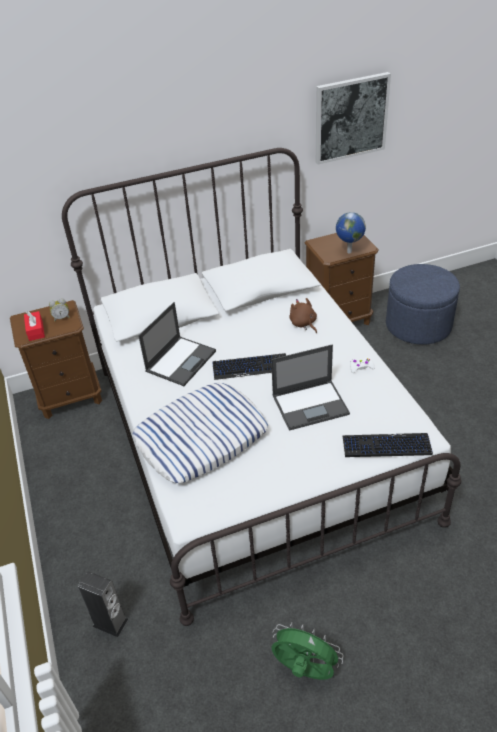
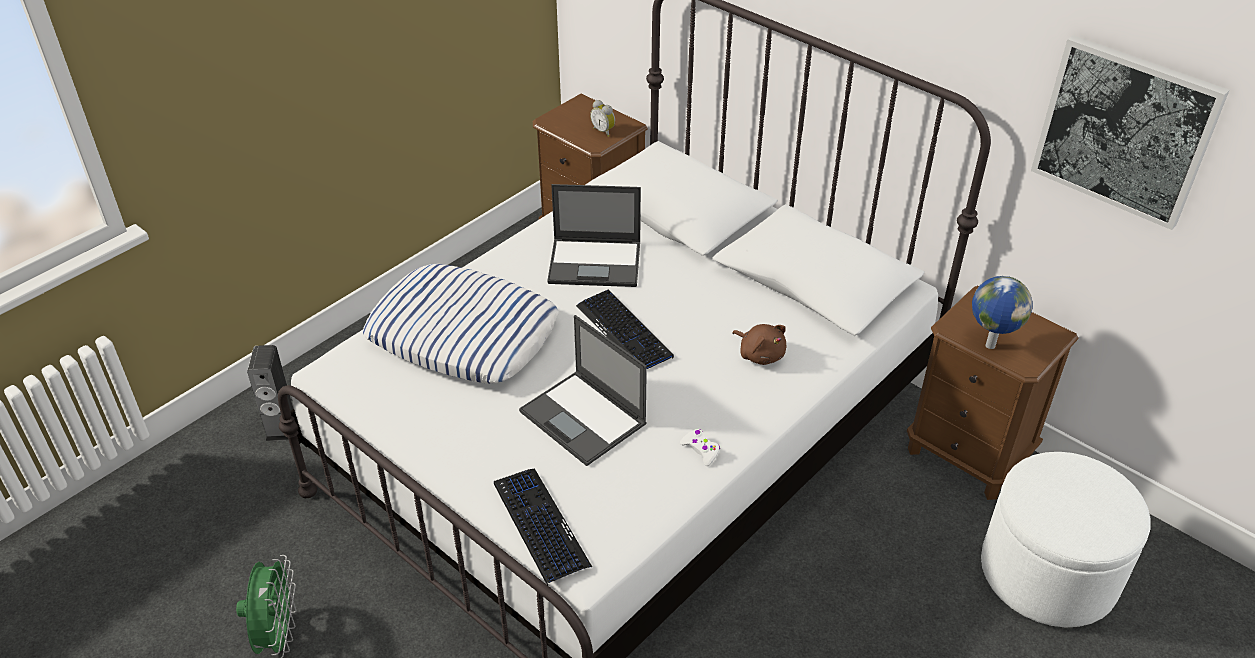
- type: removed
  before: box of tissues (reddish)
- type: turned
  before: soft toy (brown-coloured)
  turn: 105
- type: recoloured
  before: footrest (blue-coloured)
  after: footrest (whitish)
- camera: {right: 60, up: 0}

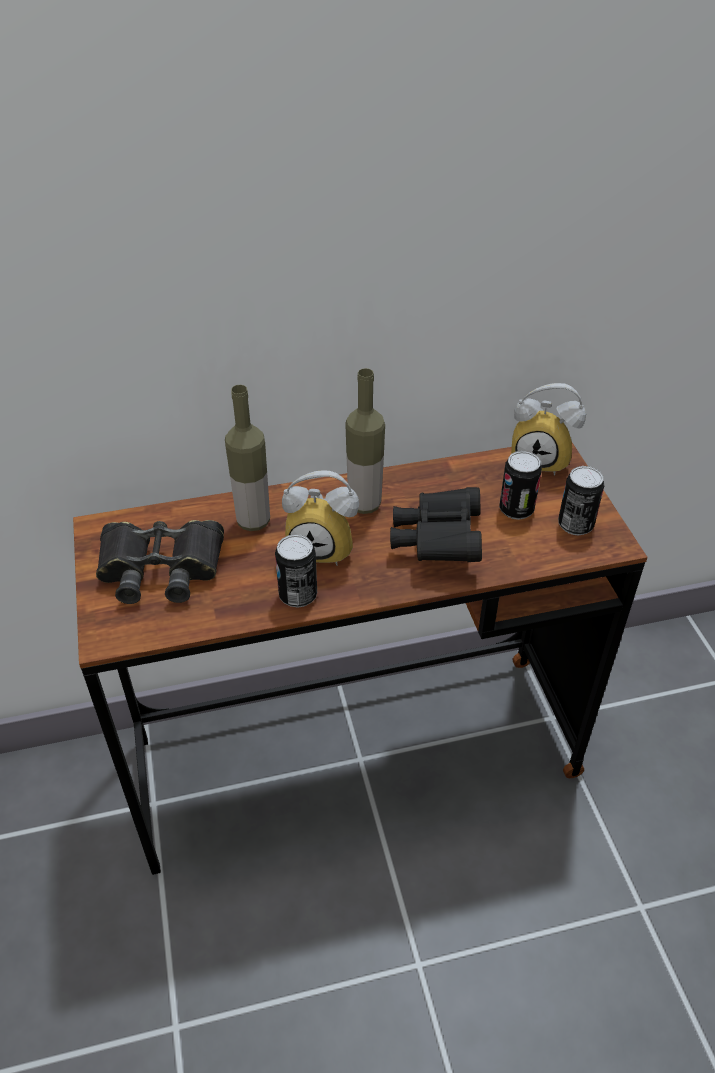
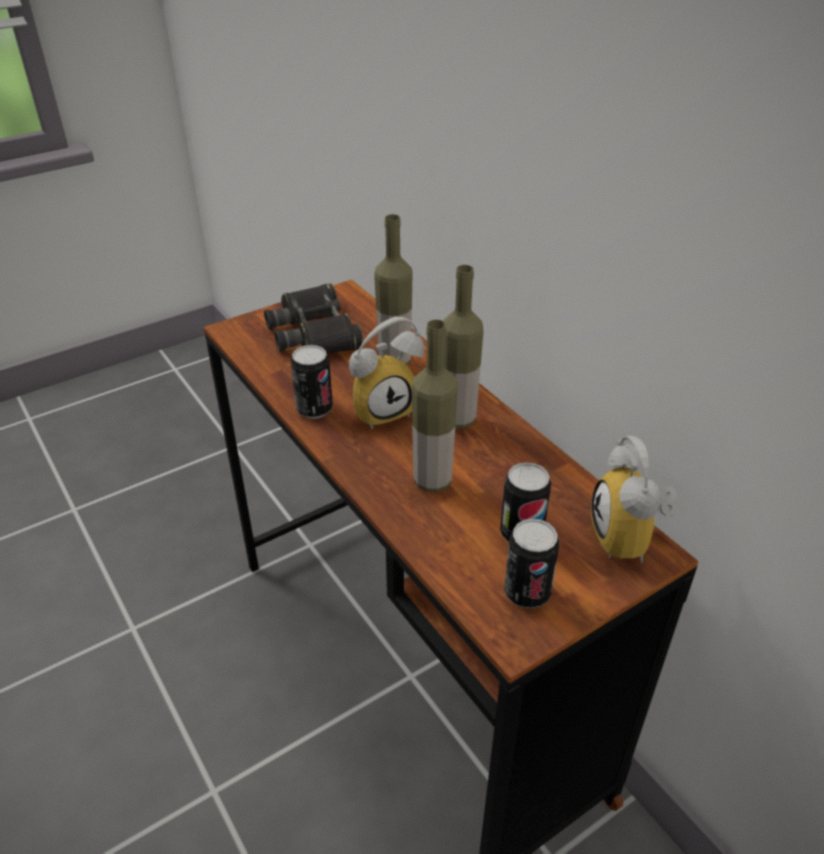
- type: turned
  before: bedside clock (1st from left)
  turn: -105
- type: replaced
  before: binoculars (black-coloured) (2nd from left)
  after: beverage bottle (2nd from left)
- camera: {right: 70, up: -5}

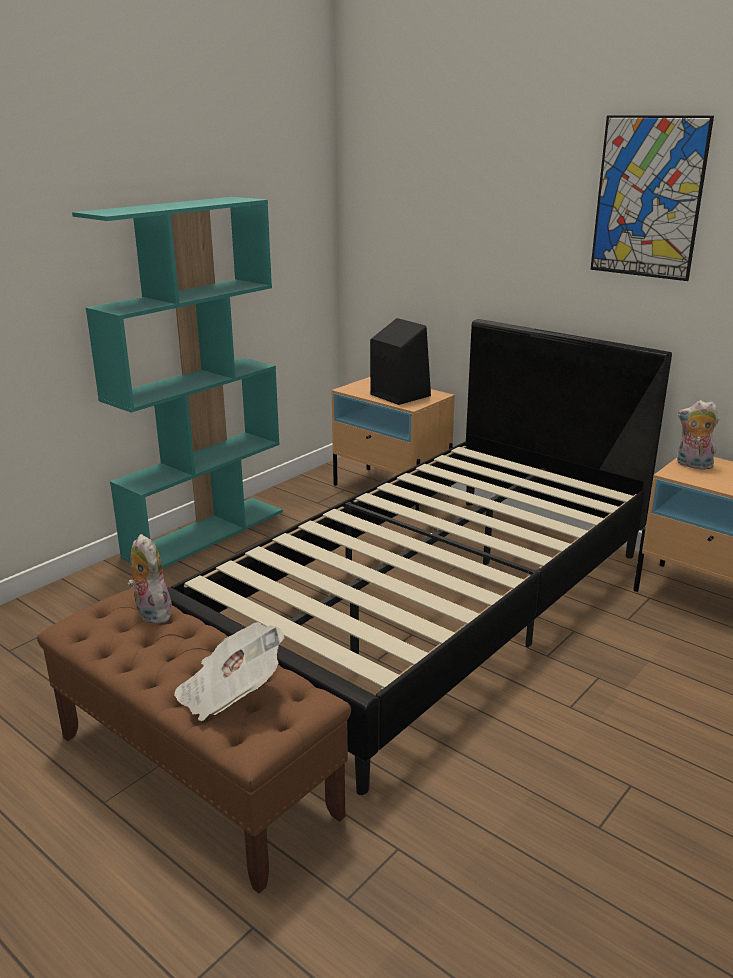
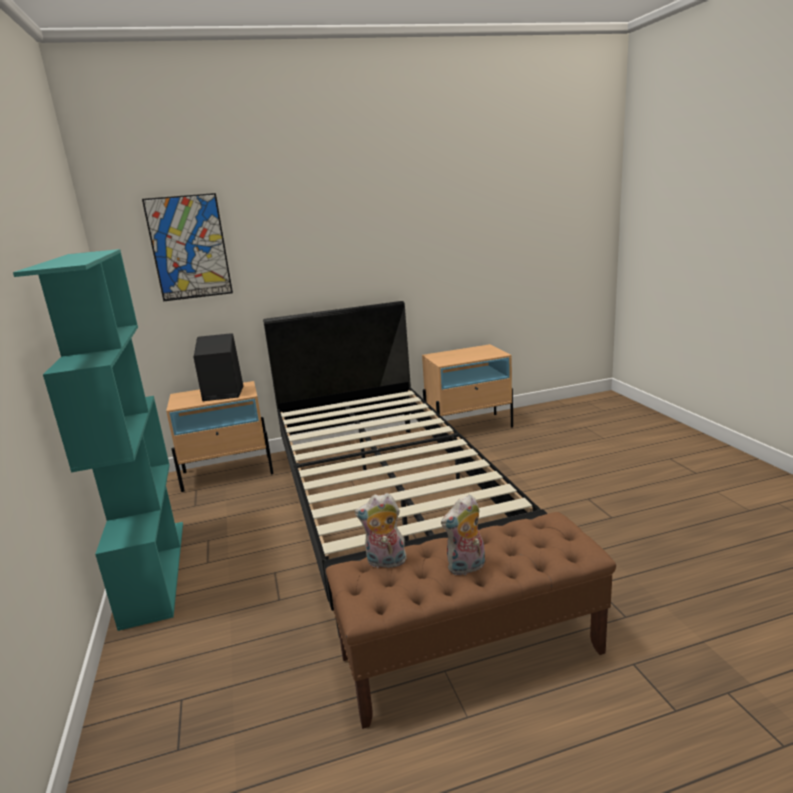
- type: removed
  before: daily paper
- type: moved
  before: picture
- type: moved
  before: soft toy (2nd from left)
- camera: {right: -55, up: -5}

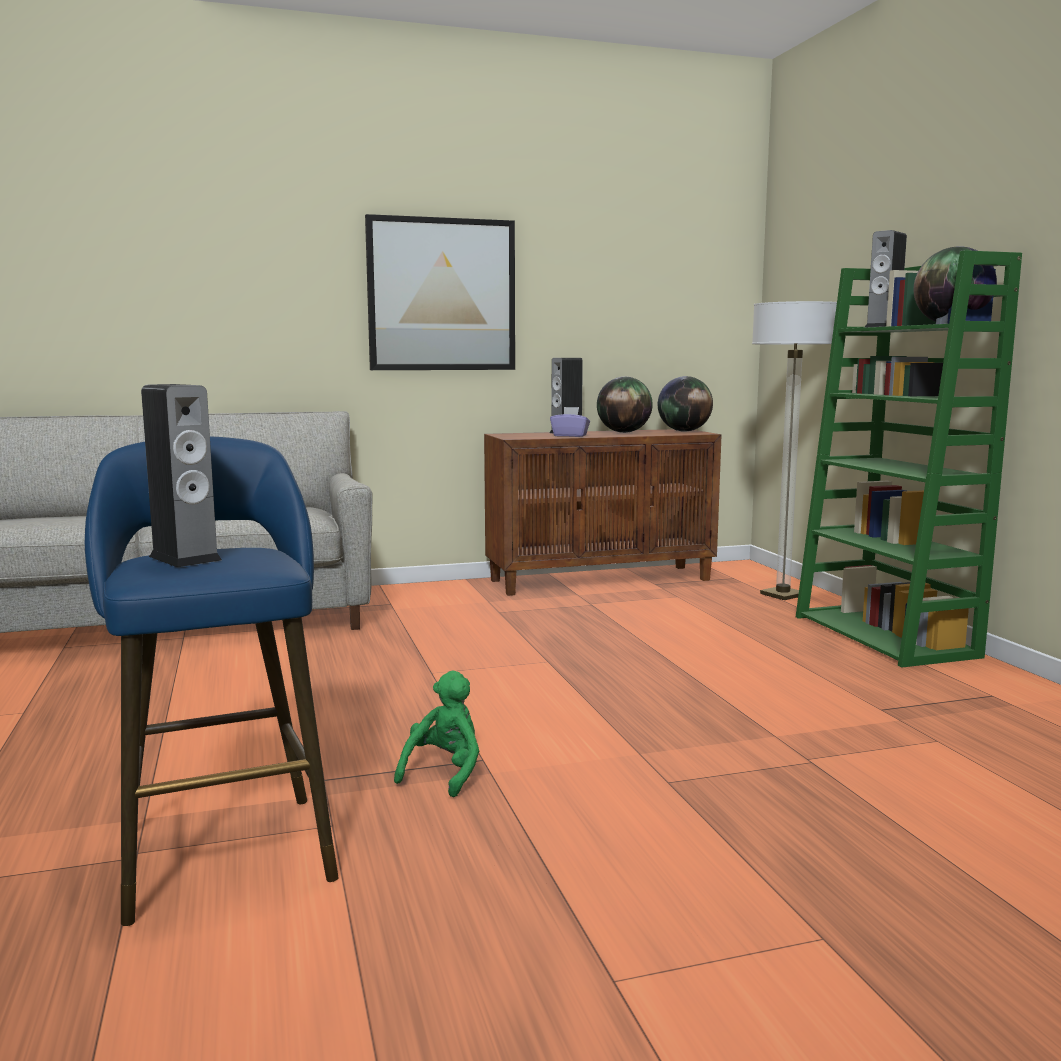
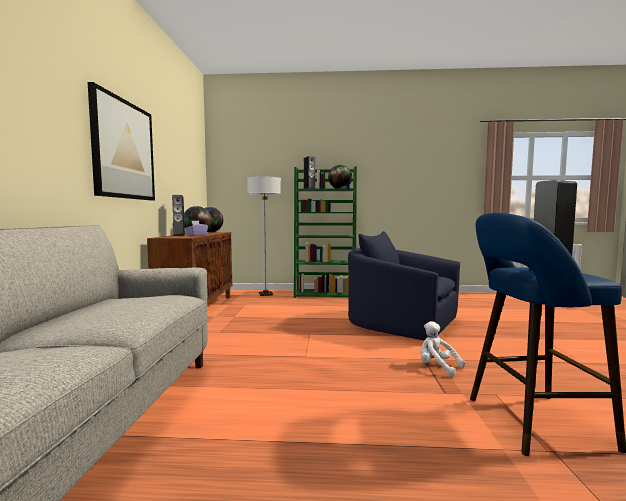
- type: recoloured
  before: soft toy (greenish)
  after: soft toy (whitish)
- type: added
  after: easy chair (blue-coloured)
- camera: {right: -70, up: -5}

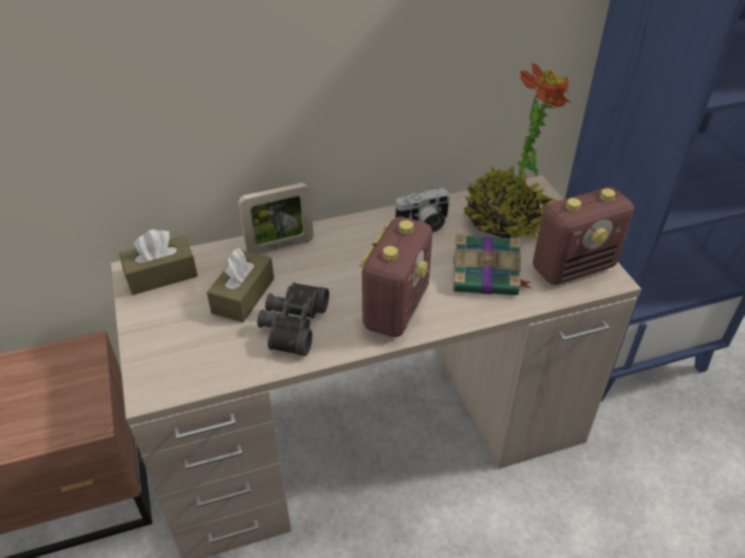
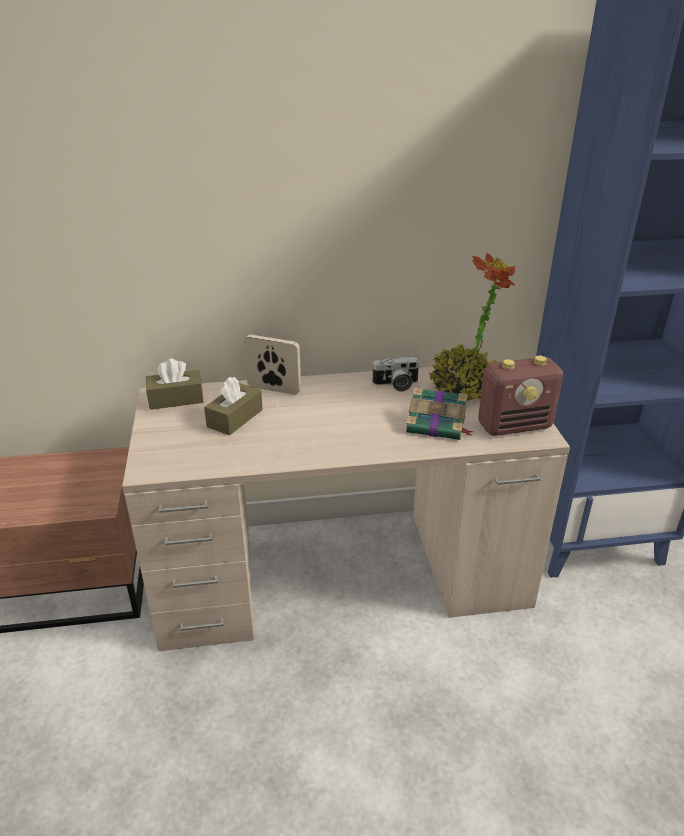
- type: turned
  before: picture frame
  turn: -150
- type: removed
  before: binoculars (black-coloured)
- type: removed
  before: radio (1st from left)
- camera: {right: 10, up: -10}

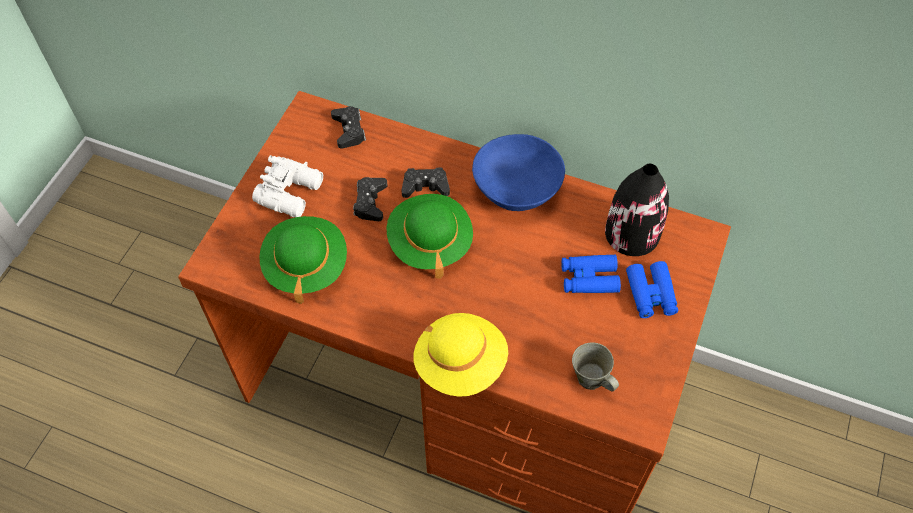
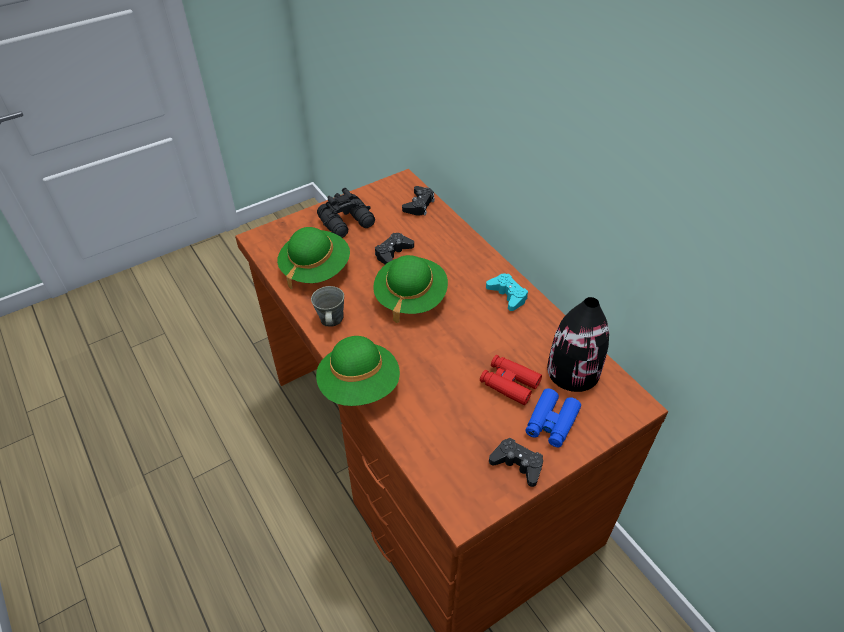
- type: recoloured
  before: binoculars (whitish)
  after: binoculars (black-coloured)
- type: moved
  before: game controller (black-coloured) (3rd from left)
- type: recoloured
  before: clothing hat (yellow-coloured)
  after: clothing hat (greenish) (2nd from left)
- type: replaced
  before: deep dish (blue-coloured)
  after: game controller (blue-green)
- type: recoloured
  before: binoculars (blue-coloured) (1st from left)
  after: binoculars (reddish)
- type: moved
  before: mug (gray)
- camera: {right: 35, up: -10}

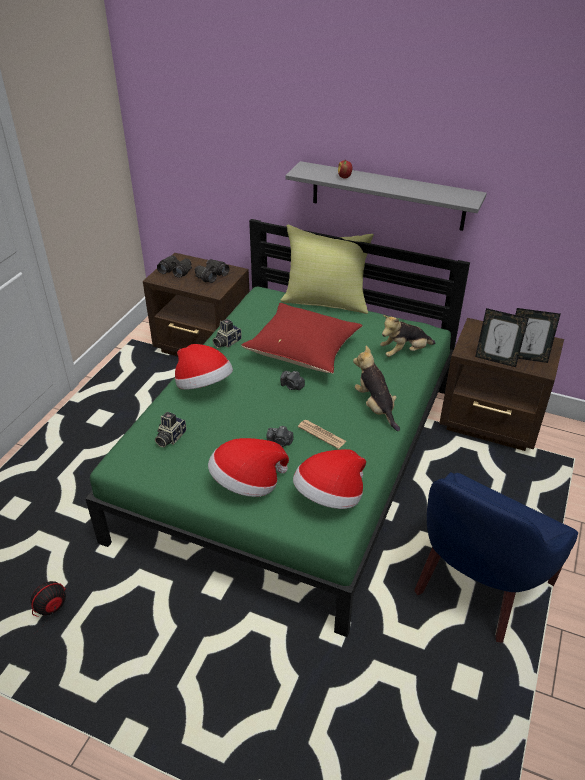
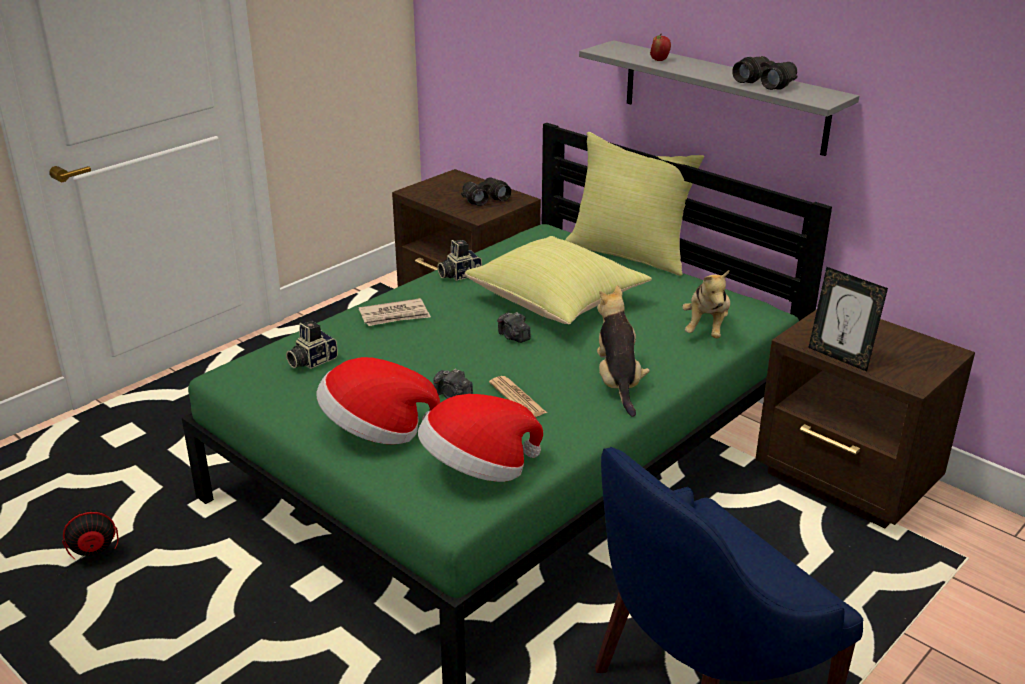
- type: moved
  before: binoculars (black-coloured) (1st from left in the first image)
  after: binoculars (black-coloured) (2nd from left)
- type: replaced
  before: clothing hat (1st from left)
  after: daily paper (1st from left)
- type: recoloured
  before: cushion (reddish)
  after: cushion (yellow-coloured) (1st from left)
- type: turned
  before: soft toy (2nd from left)
  turn: -75
- type: removed
  before: picture frame (2nd from left)
- camera: {right: 20, up: -10}

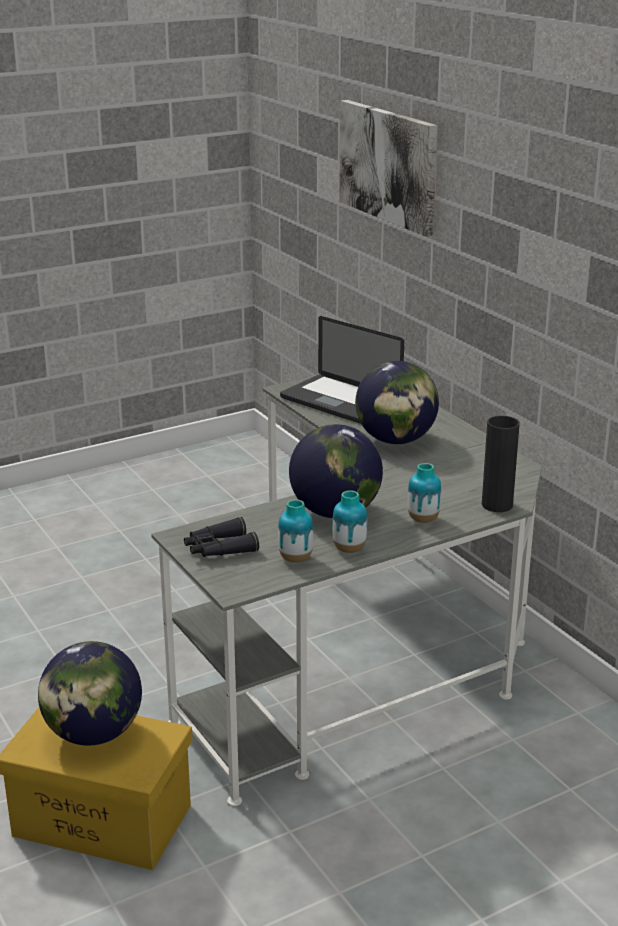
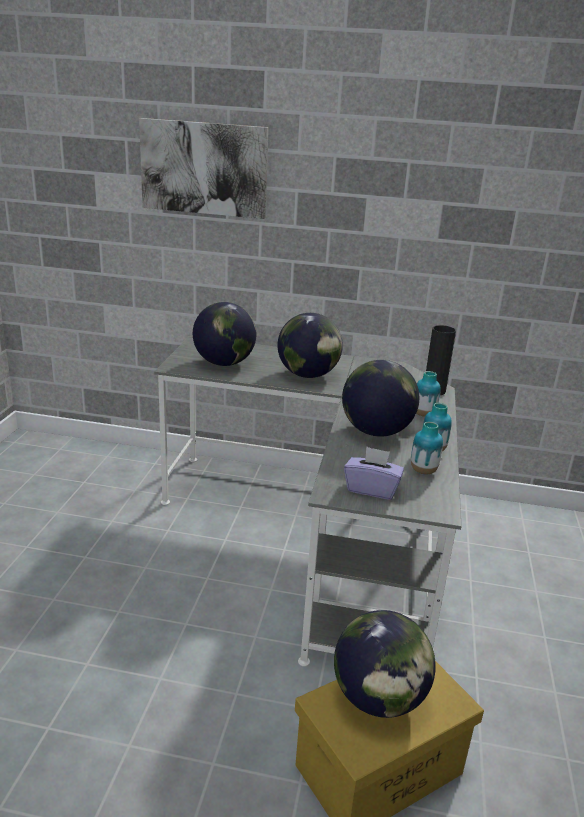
- type: replaced
  before: binoculars (black-coloured)
  after: box of tissues (purple-coloured)
- type: replaced
  before: notebook computer
  after: desk globe (1st from left)
- camera: {right: -50, up: 0}

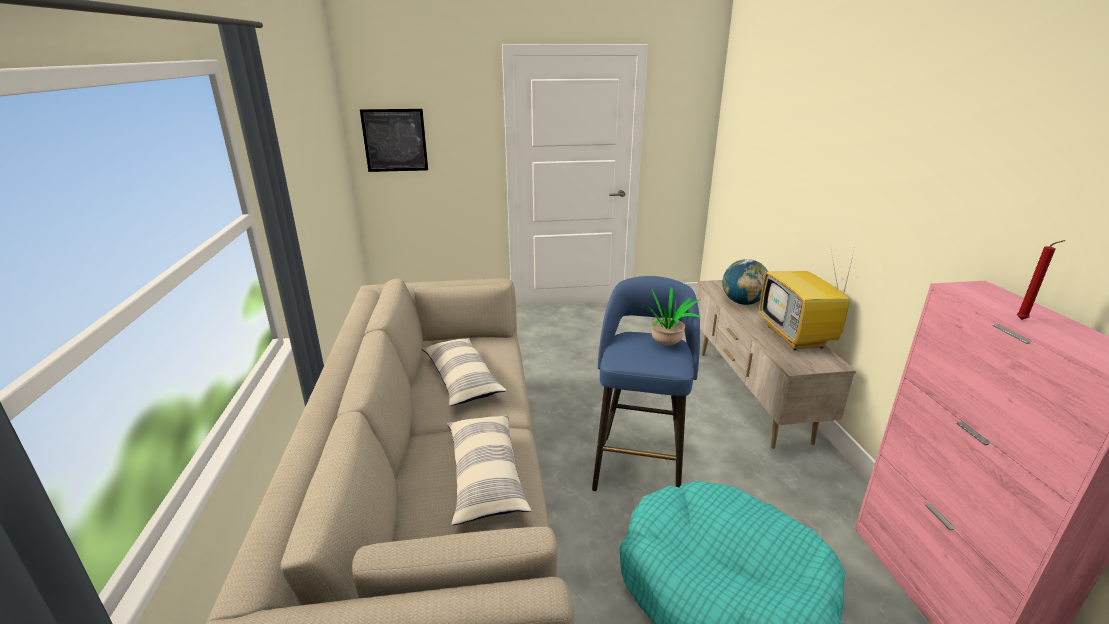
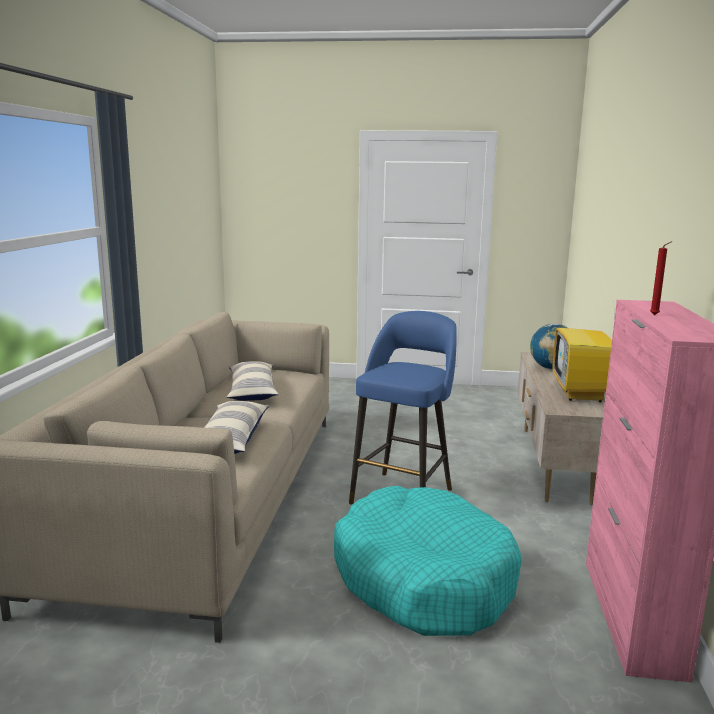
- type: removed
  before: picture
- type: removed
  before: plant in a pot
- camera: {right: 15, up: -10}

